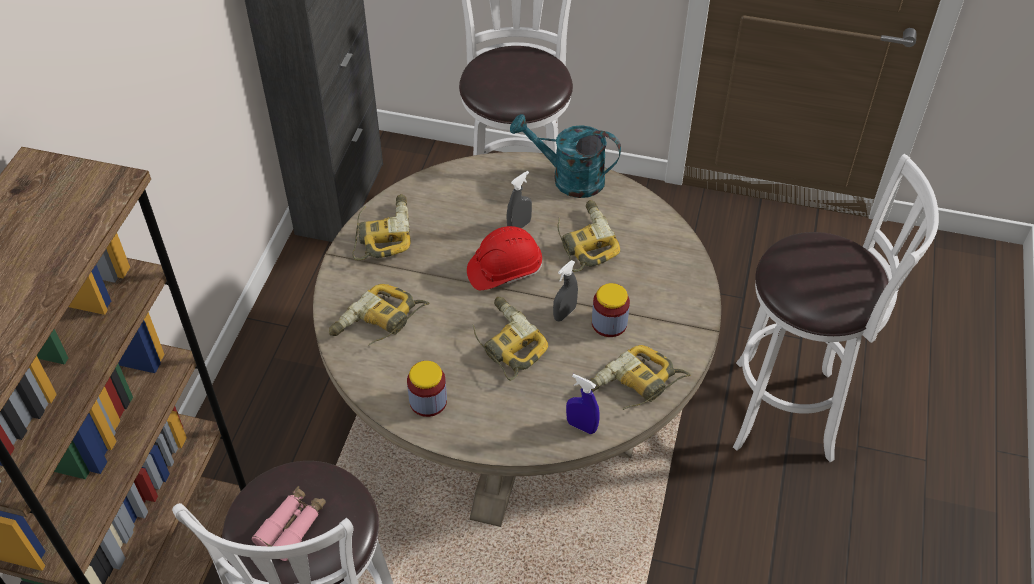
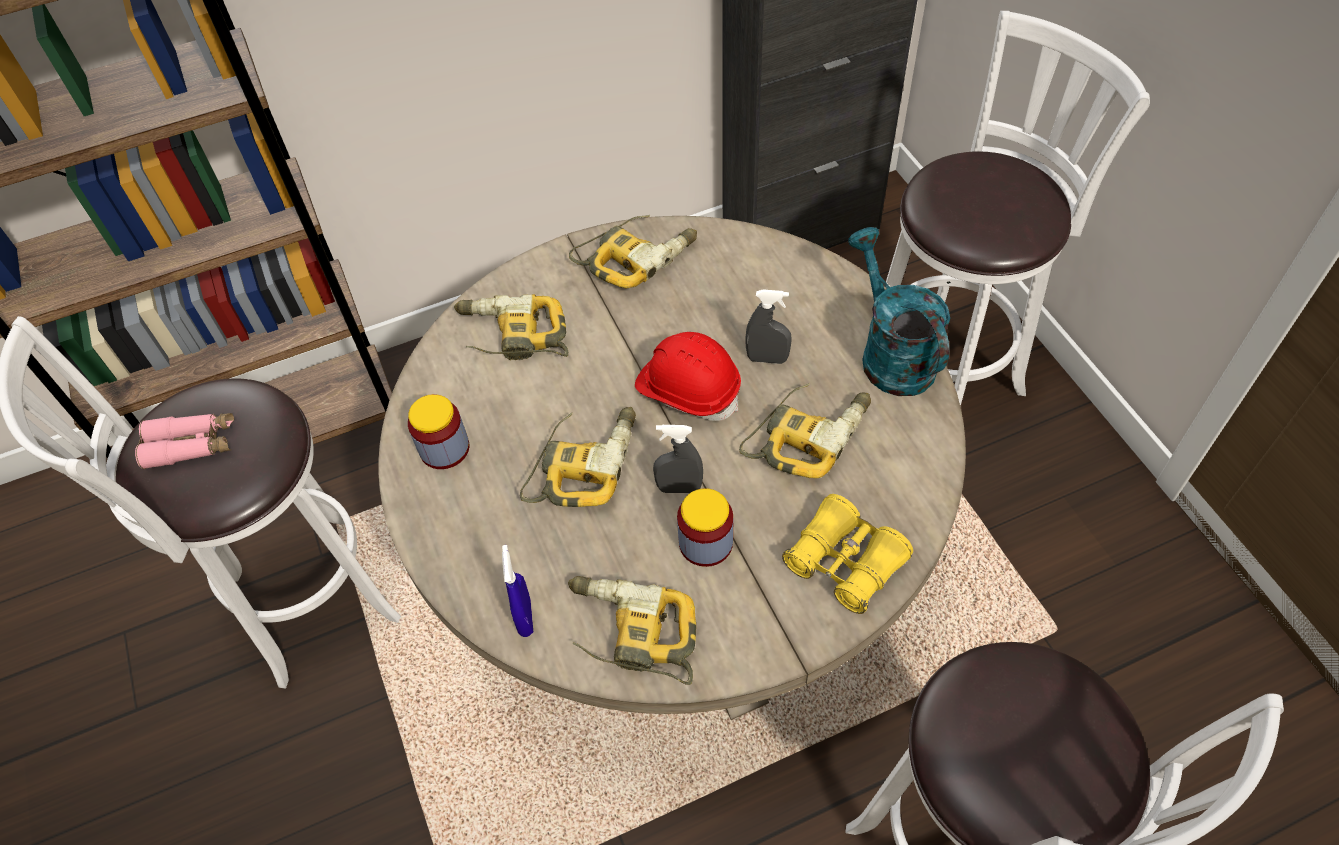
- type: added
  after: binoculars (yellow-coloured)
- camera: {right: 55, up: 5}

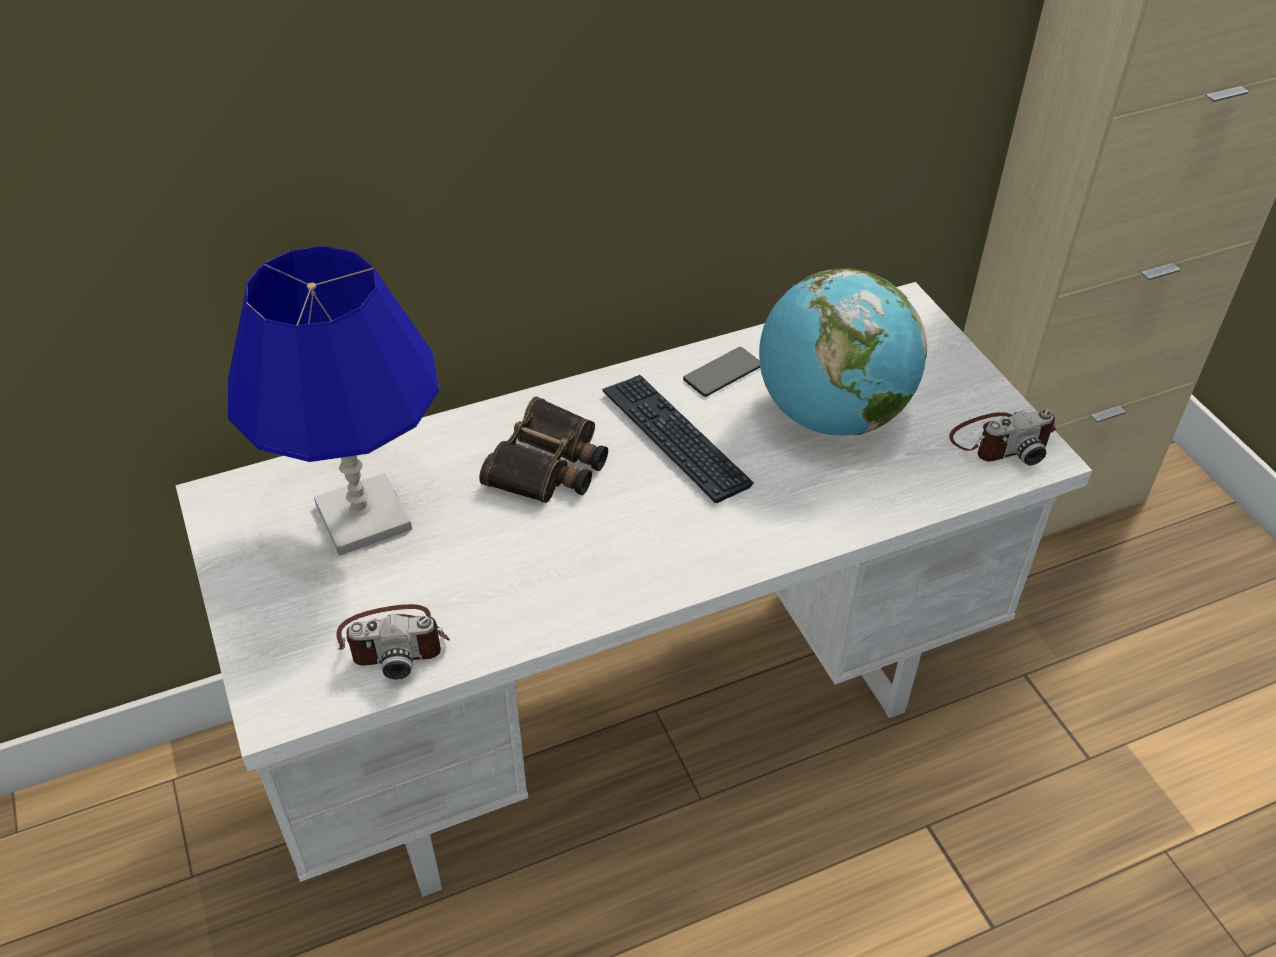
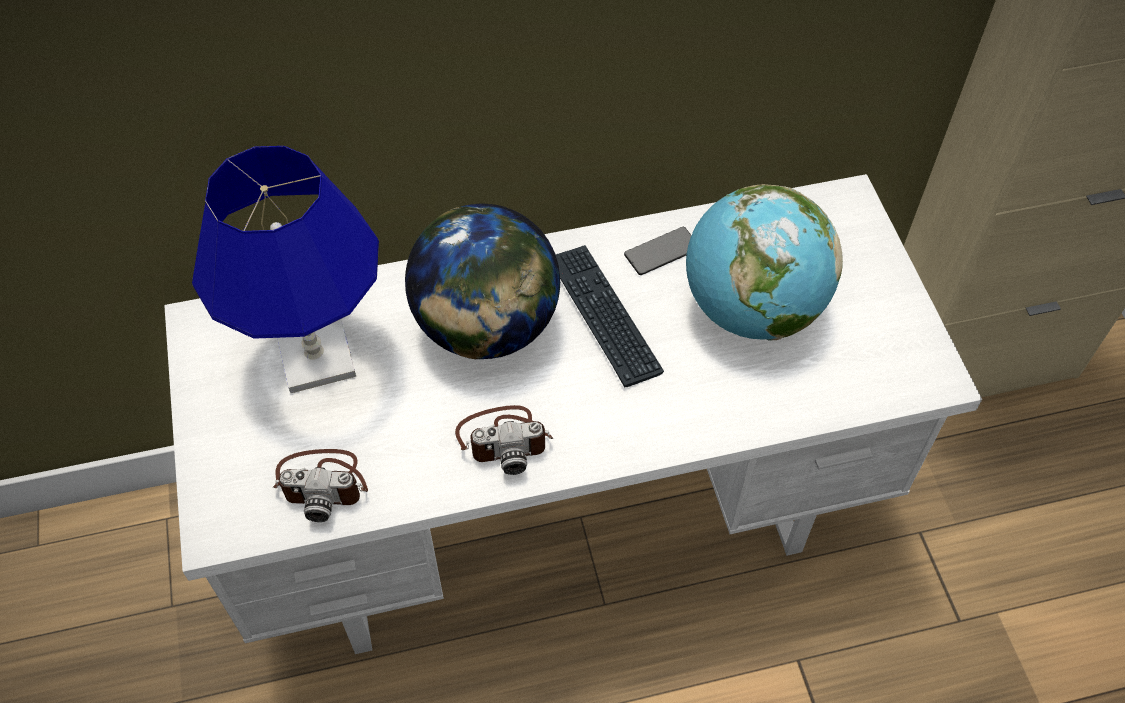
- type: replaced
  before: binoculars
  after: desk globe (1st from left)
- type: moved
  before: photo camera (2nd from left)
- camera: {right: 10, up: 10}

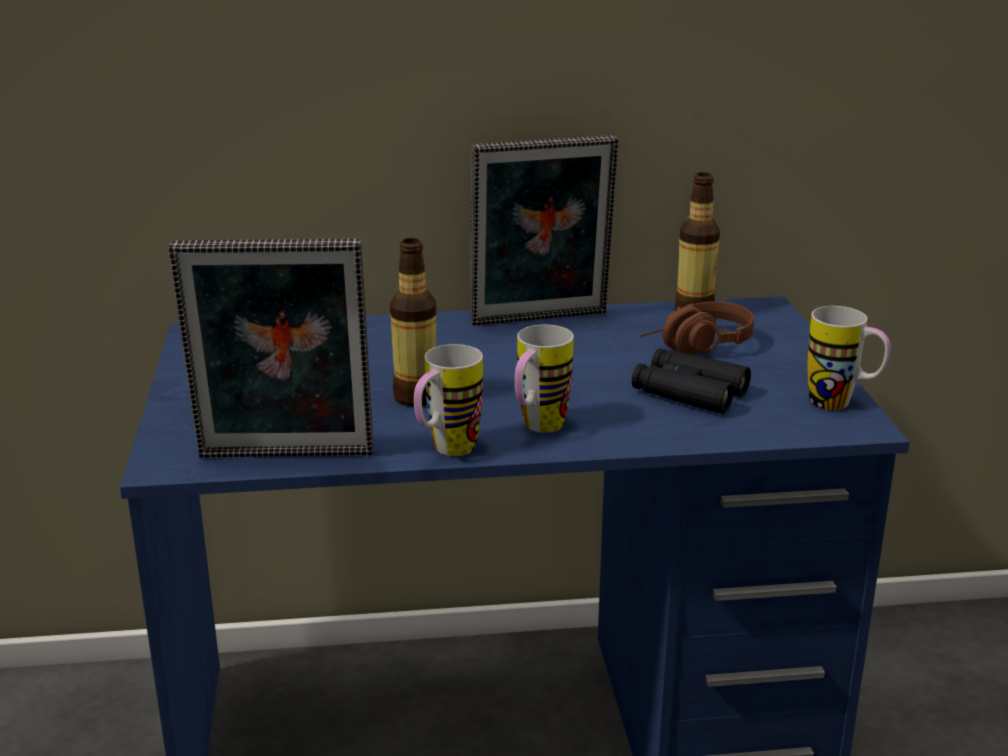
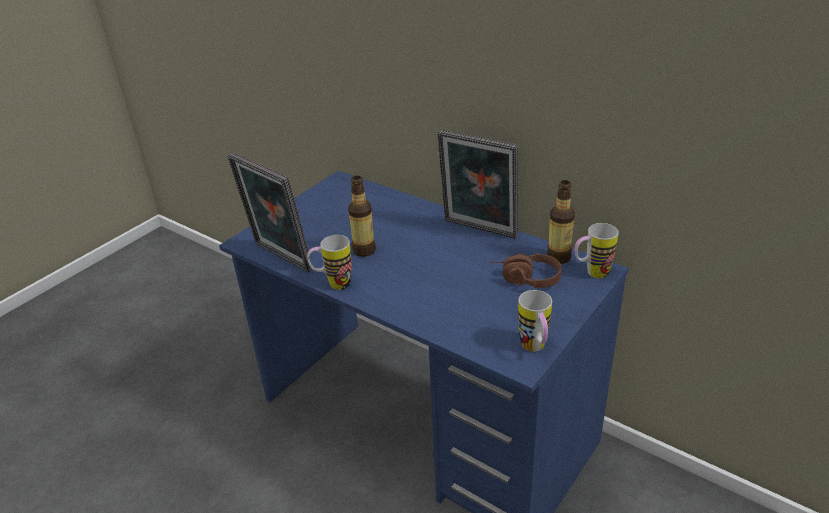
- type: moved
  before: mug (2nd from left in the first image)
  after: mug (3rd from left)
- type: removed
  before: binoculars (black-coloured)
- camera: {right: 45, up: 10}

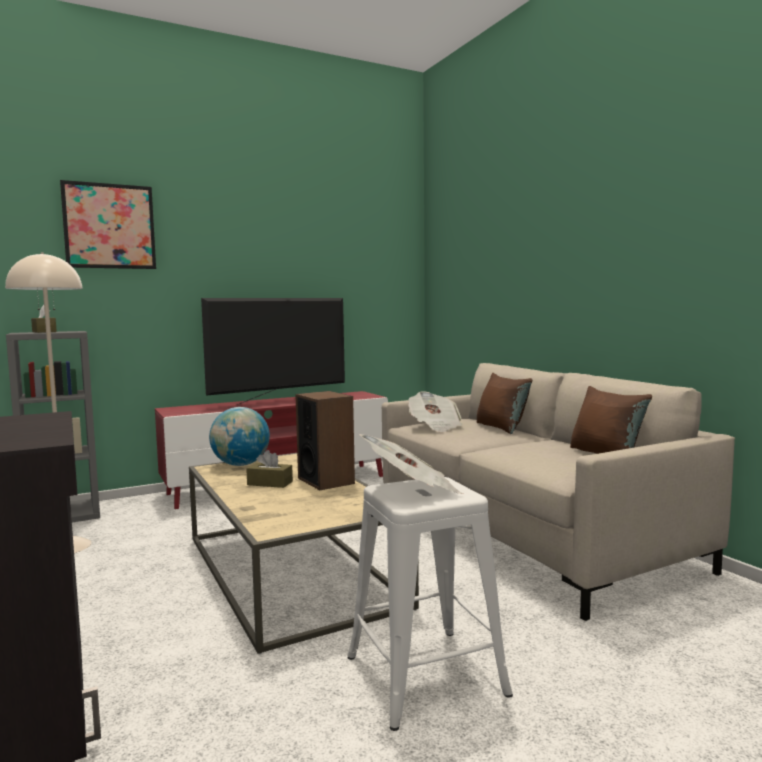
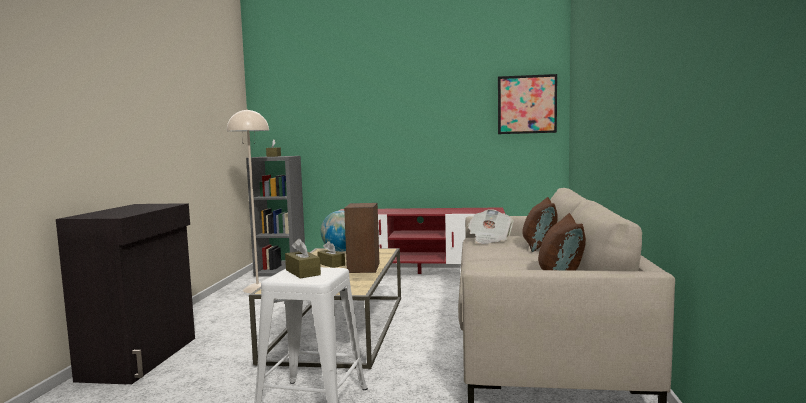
- type: moved
  before: picture
- type: removed
  before: television
- type: replaced
  before: daily paper (1st from left)
  after: box of tissues (brown-coloured) (2nd from left)
- camera: {right: 35, up: 0}

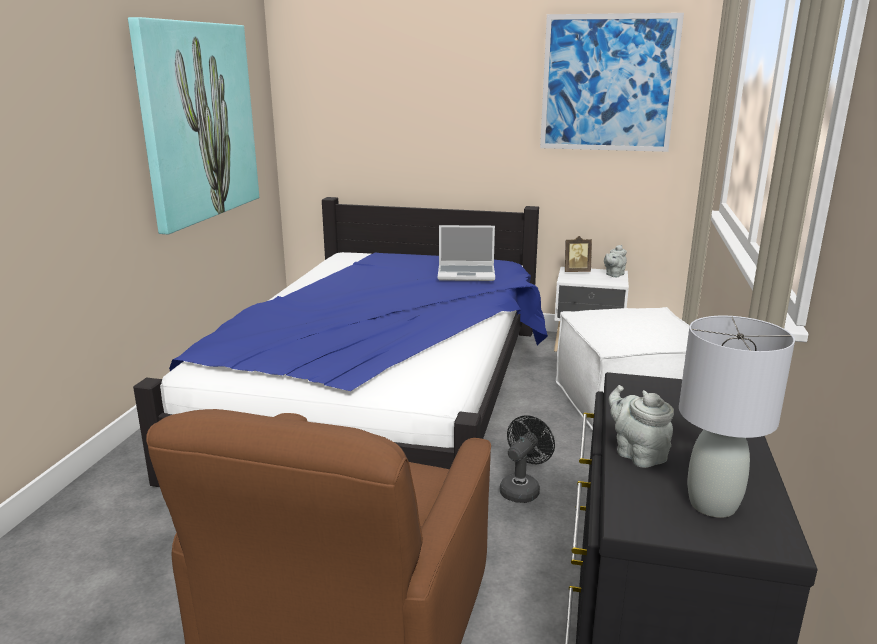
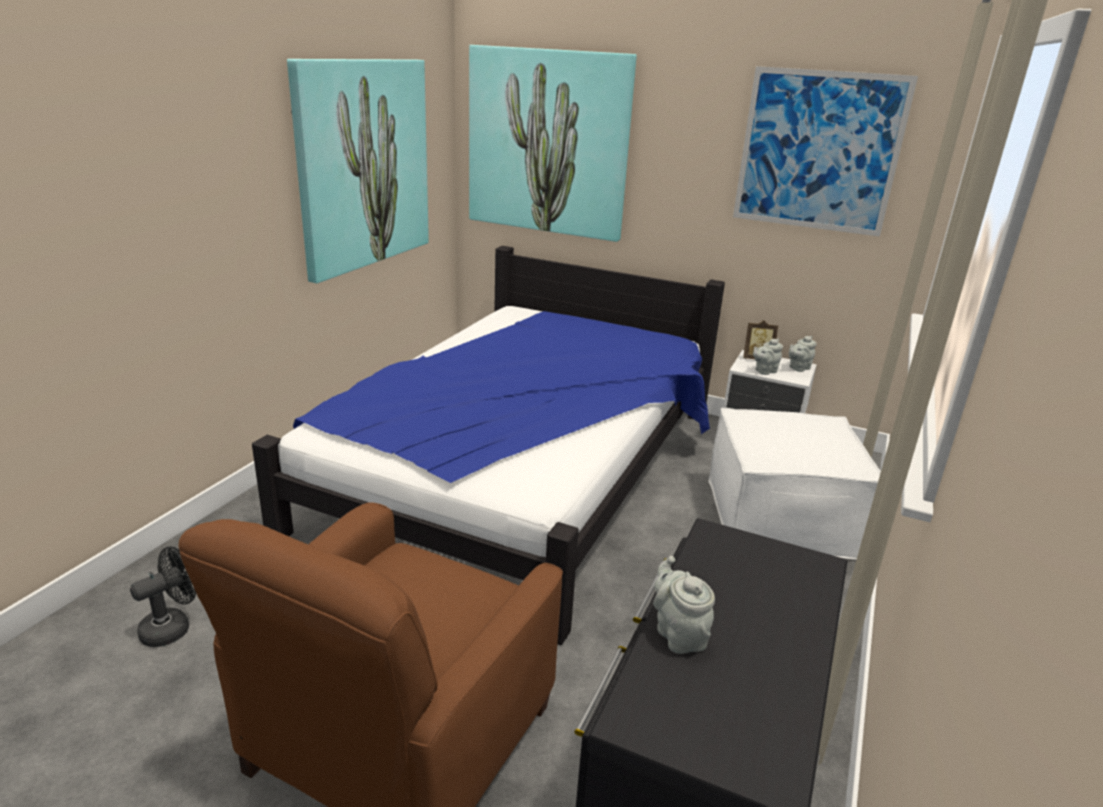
- type: removed
  before: notebook computer
- type: moved
  before: electric fan (black-coloured)
- type: removed
  before: lamp for a table (gray)
- type: added
  after: picture (2nd from left)
- type: added
  after: pot for tea (gray) (2nd from left)
- camera: {right: 10, up: 5}

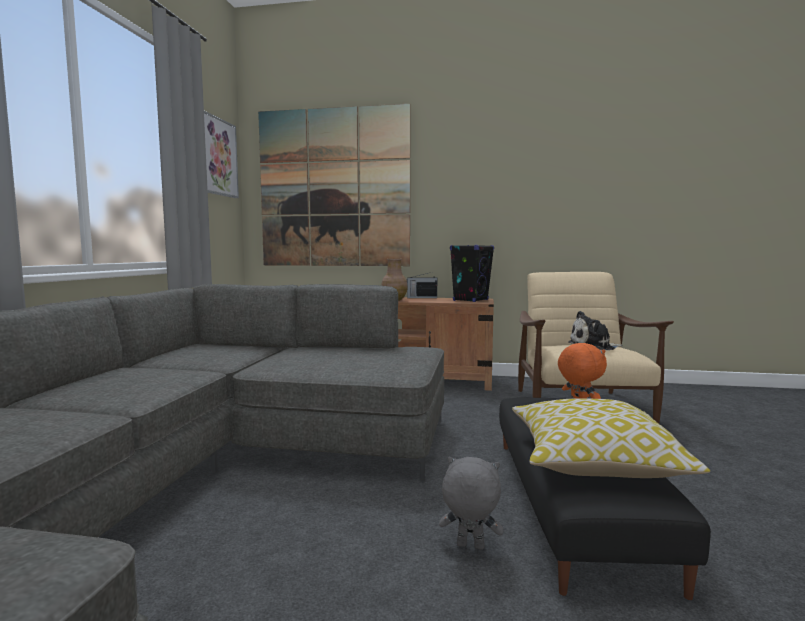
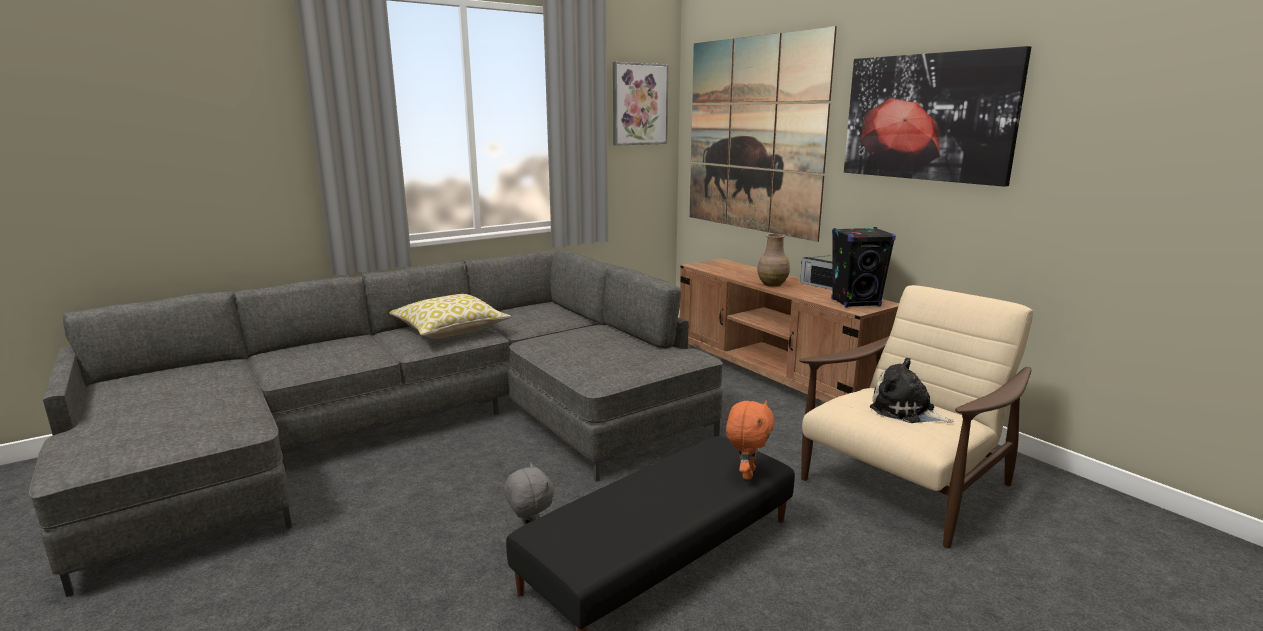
- type: moved
  before: cushion
- type: added
  after: picture (3rd from left)
- camera: {right: 45, up: 10}

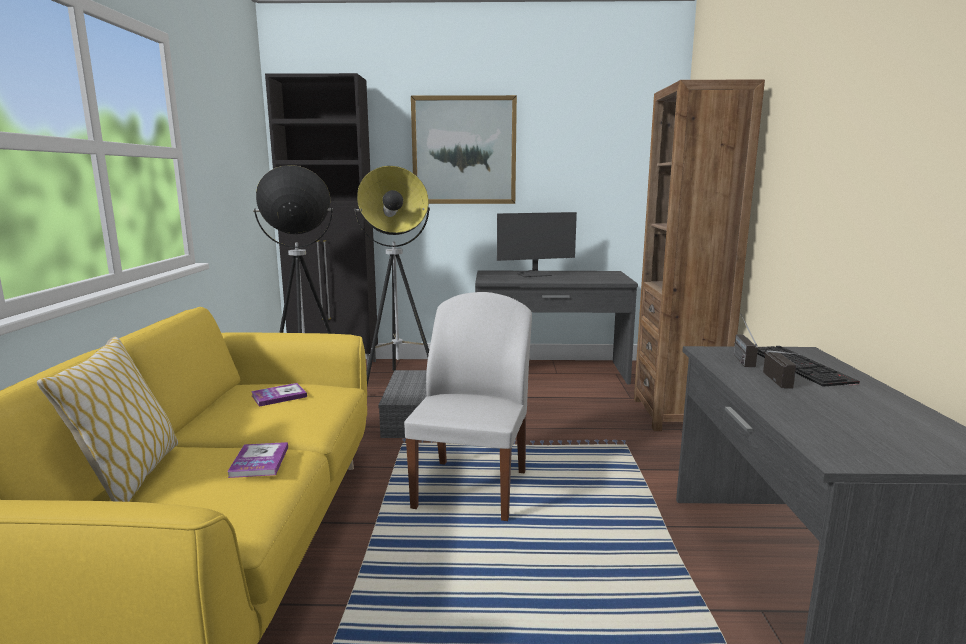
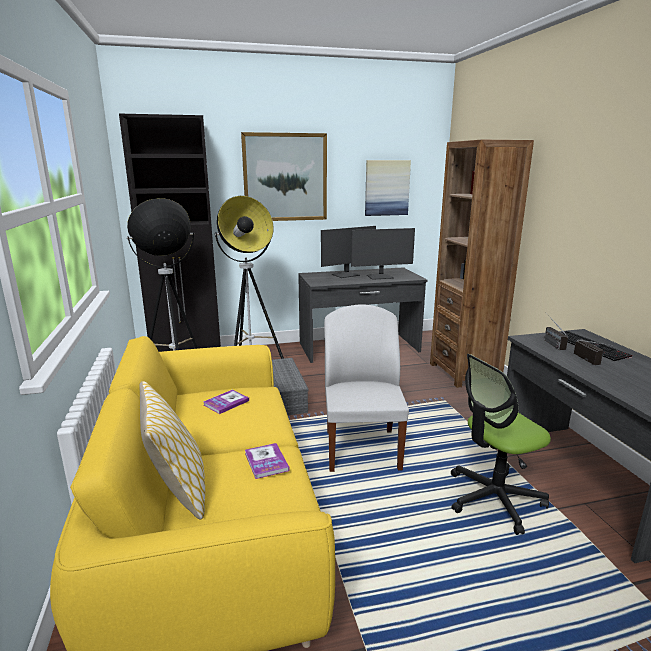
- type: added
  after: computer display (2nd from left)
- type: added
  after: picture (2nd from left)
- type: added
  after: desk chair
- camera: {right: -15, up: 5}

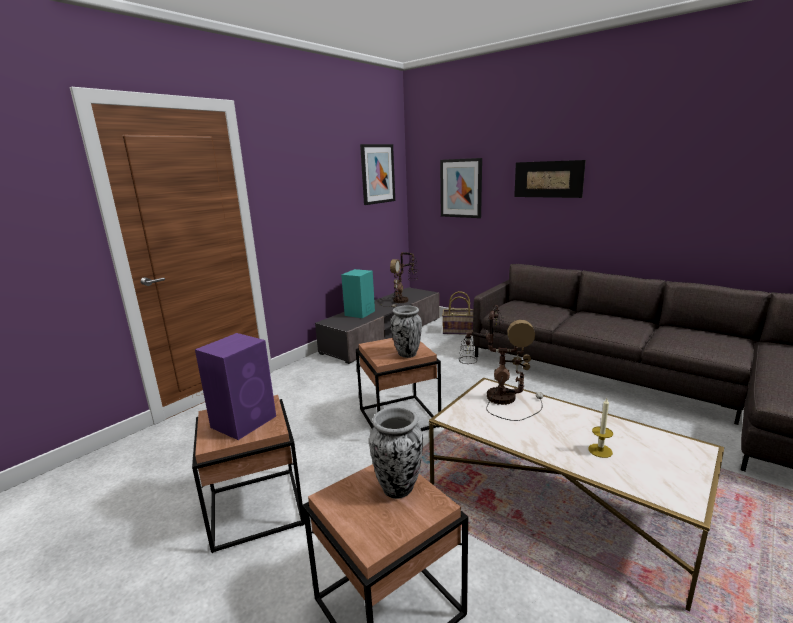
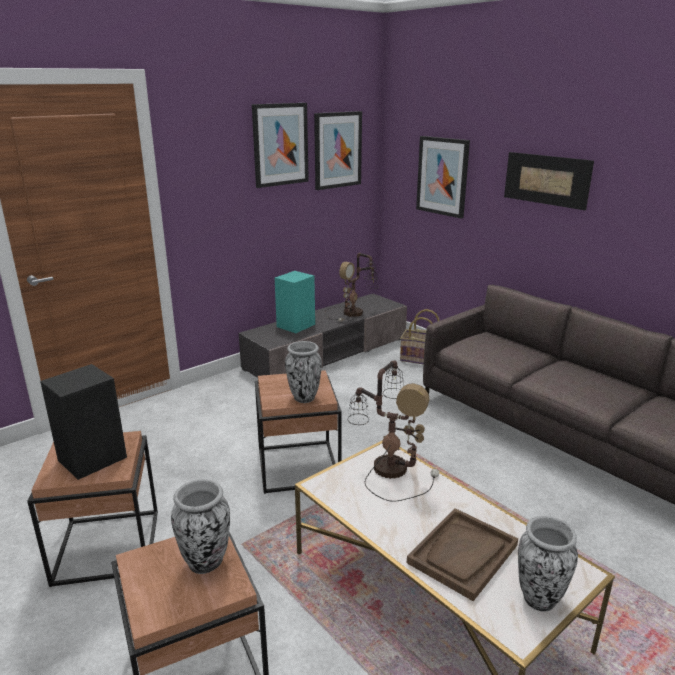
- type: recoloured
  before: audio speaker (purple-coloured)
  after: audio speaker (black-coloured)
- type: replaced
  before: candle
  after: tray (brown-coloured)
- type: added
  after: picture (1st from left)
- type: added
  after: flower vase (3rd from left)
- camera: {right: 10, up: 5}

